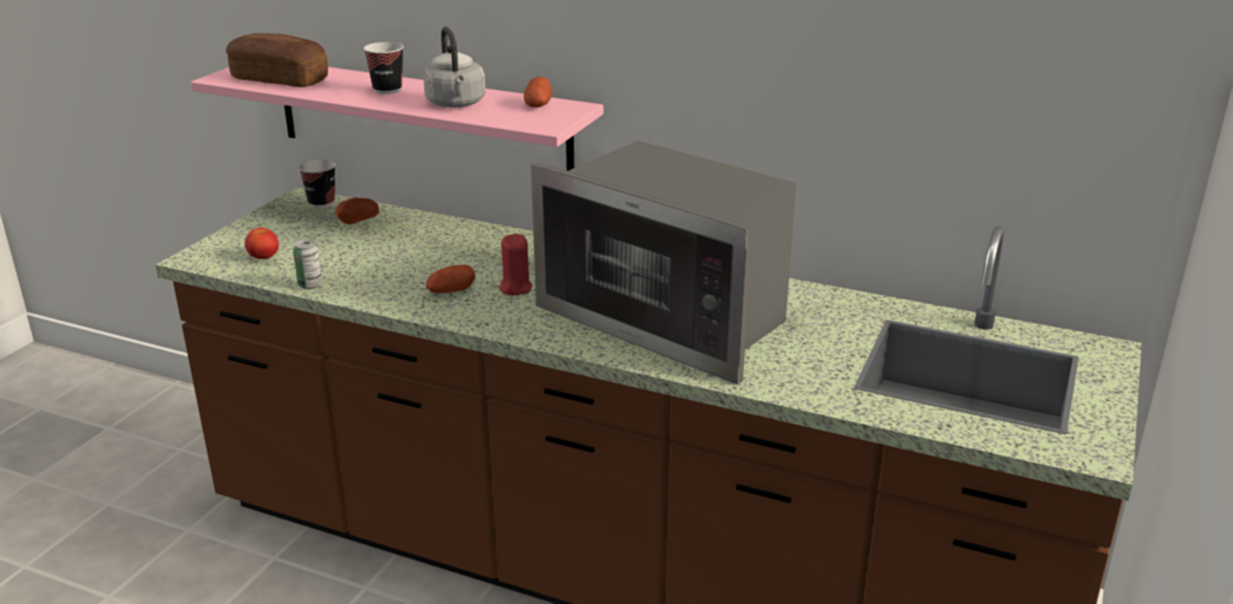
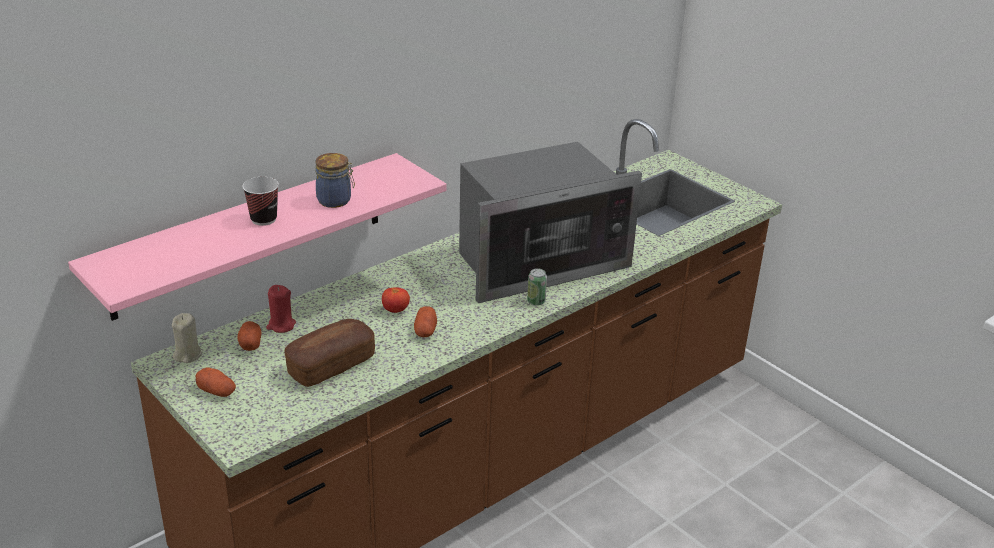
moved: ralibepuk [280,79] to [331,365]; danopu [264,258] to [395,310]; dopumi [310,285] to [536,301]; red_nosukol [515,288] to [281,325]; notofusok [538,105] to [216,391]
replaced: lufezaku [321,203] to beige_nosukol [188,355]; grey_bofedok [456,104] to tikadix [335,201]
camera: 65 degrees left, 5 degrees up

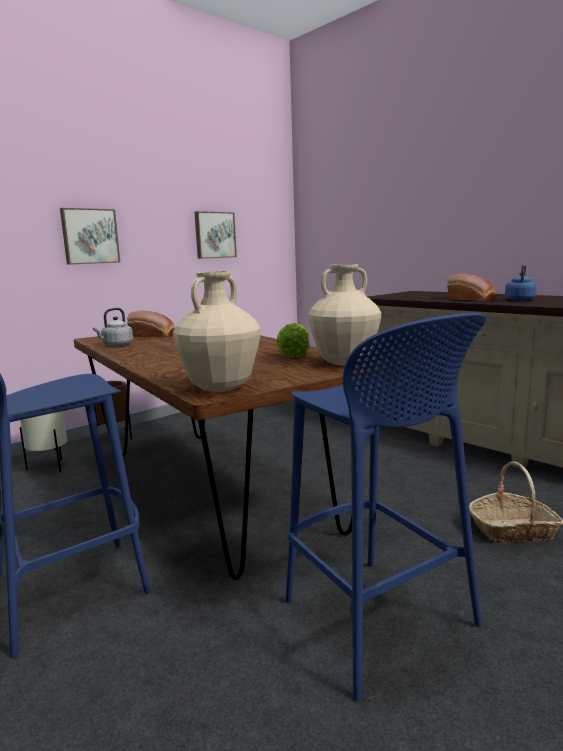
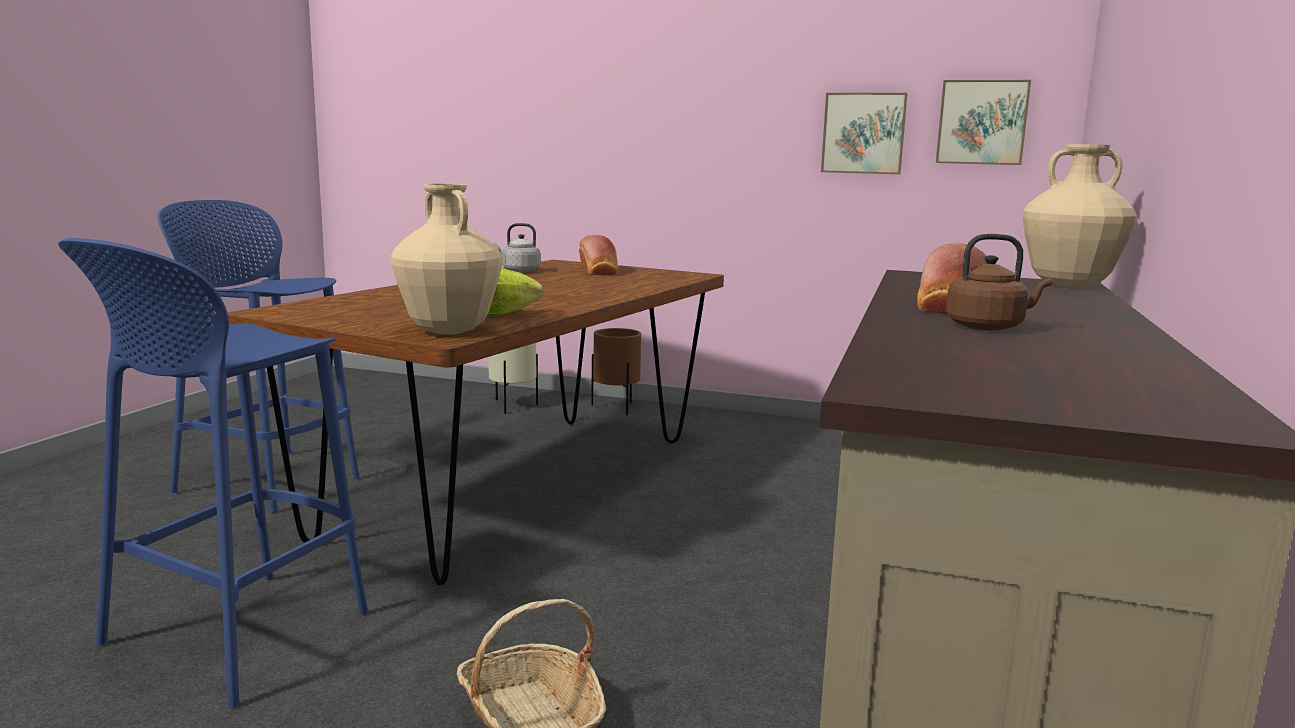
moved: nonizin [89,236] to [981,122]; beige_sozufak [220,389] to [1068,285]
recoloured: blue_bofedok [520,300] to brown_bofedok [988,327]
camera: 60 degrees right, 0 degrees up

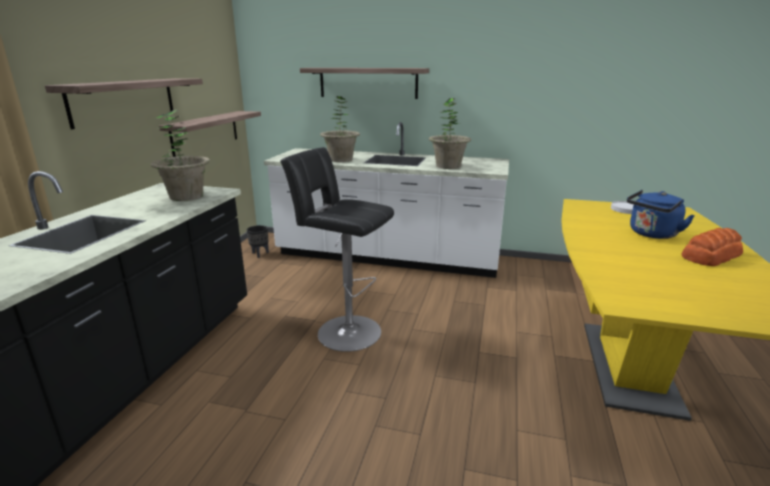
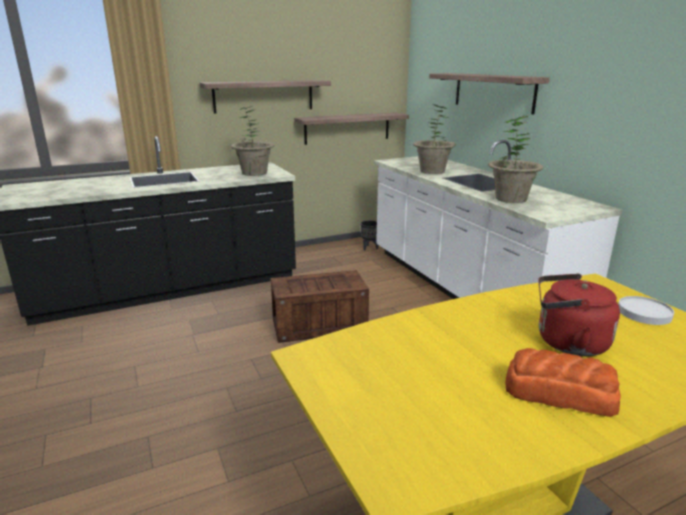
replaced: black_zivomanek [345,331] to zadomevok [320,325]
recoloured: blue_bofedok [651,234] to red_bofedok [567,343]
camera: 50 degrees right, 0 degrees up

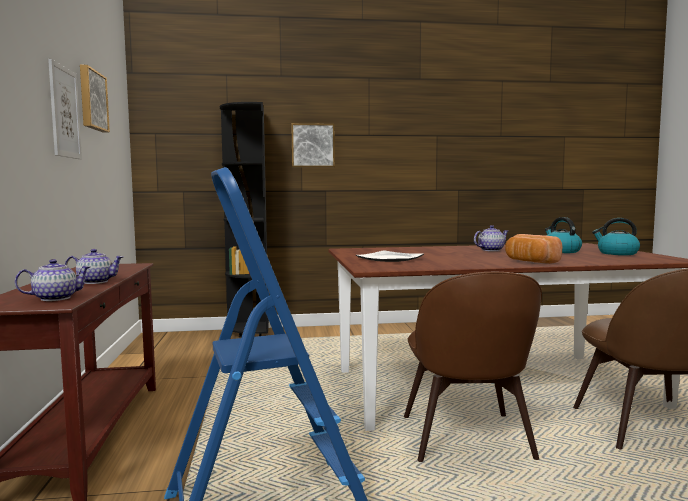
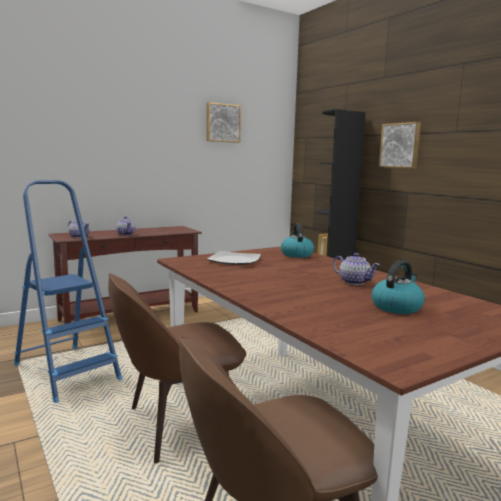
removed: nonizin [64,112]; ralibepuk [529,262]
moved: bofedok [617,253] to [296,254]
camera: 65 degrees right, 5 degrees up

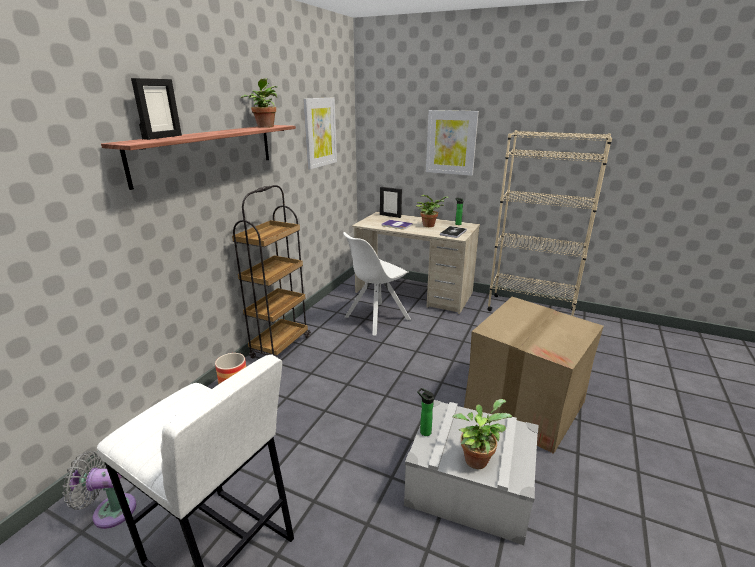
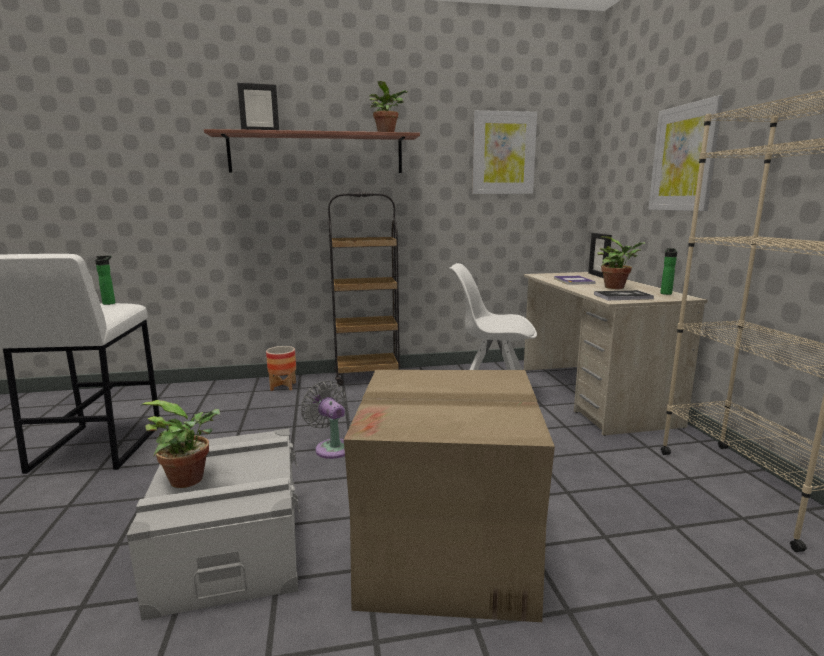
moved: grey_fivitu [110,511] to [331,447]; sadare [424,431] to [110,303]
camera: 55 degrees right, 10 degrees down

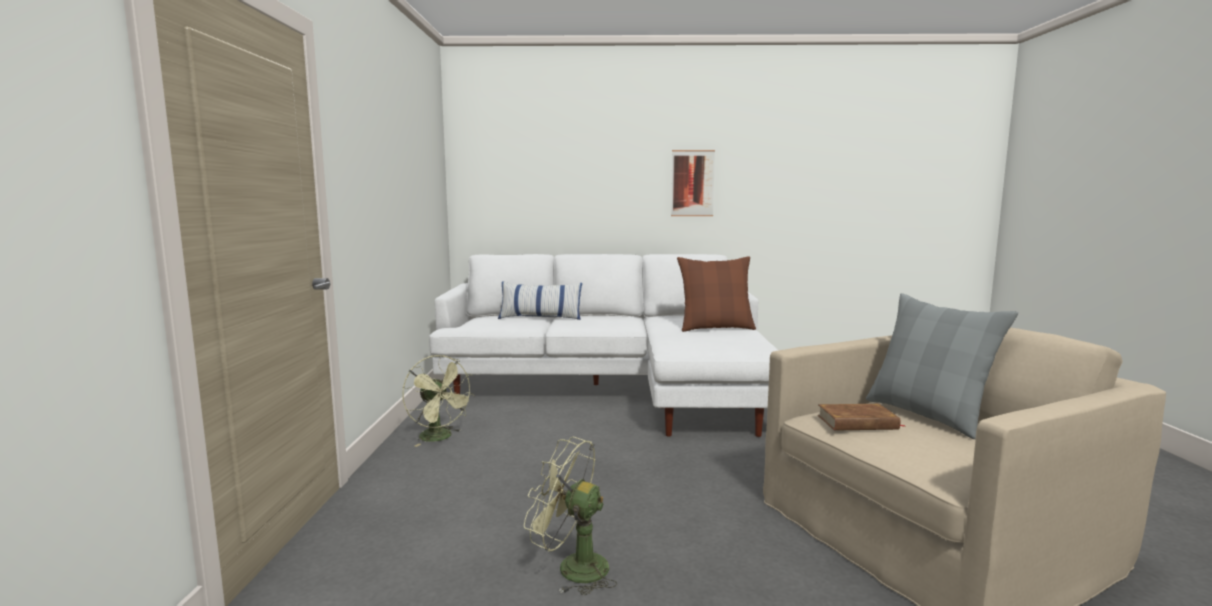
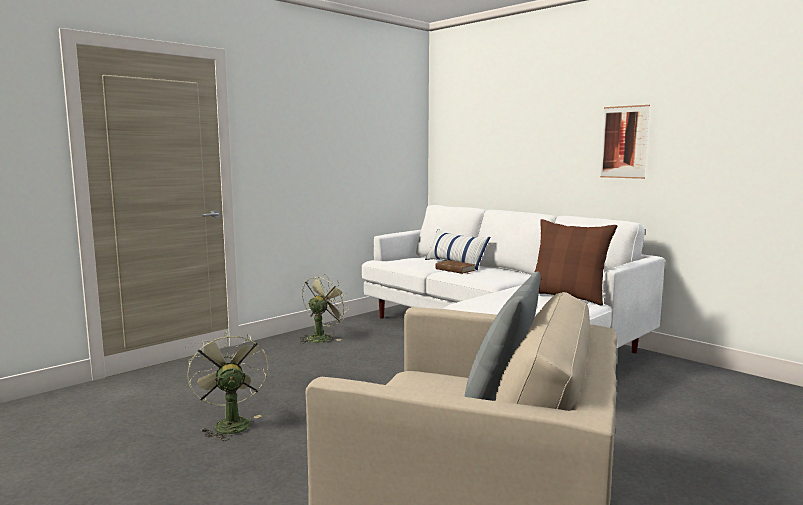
moved: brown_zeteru [857,422] to [455,270]
turned: green_fivitu [440,438] = [321,337] 150 degrees counterclockwise
camera: 45 degrees right, 0 degrees up

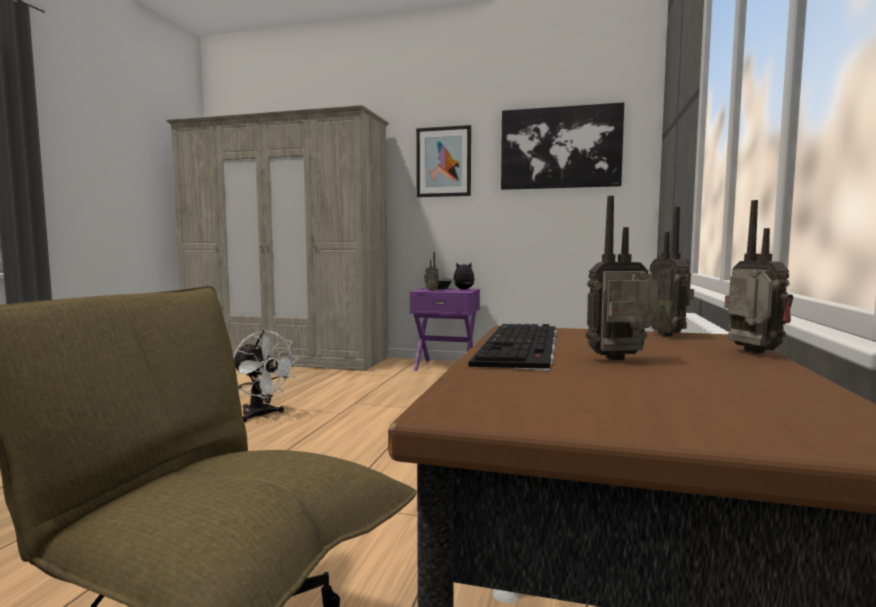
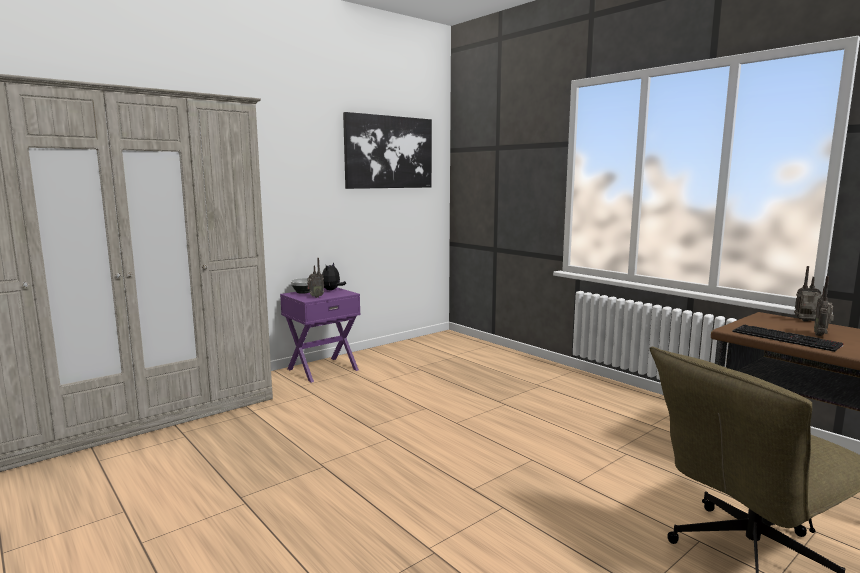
removed: white_fivitu [261,416]; nonizin [443,162]; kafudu [668,334]
camera: 55 degrees left, 5 degrees up

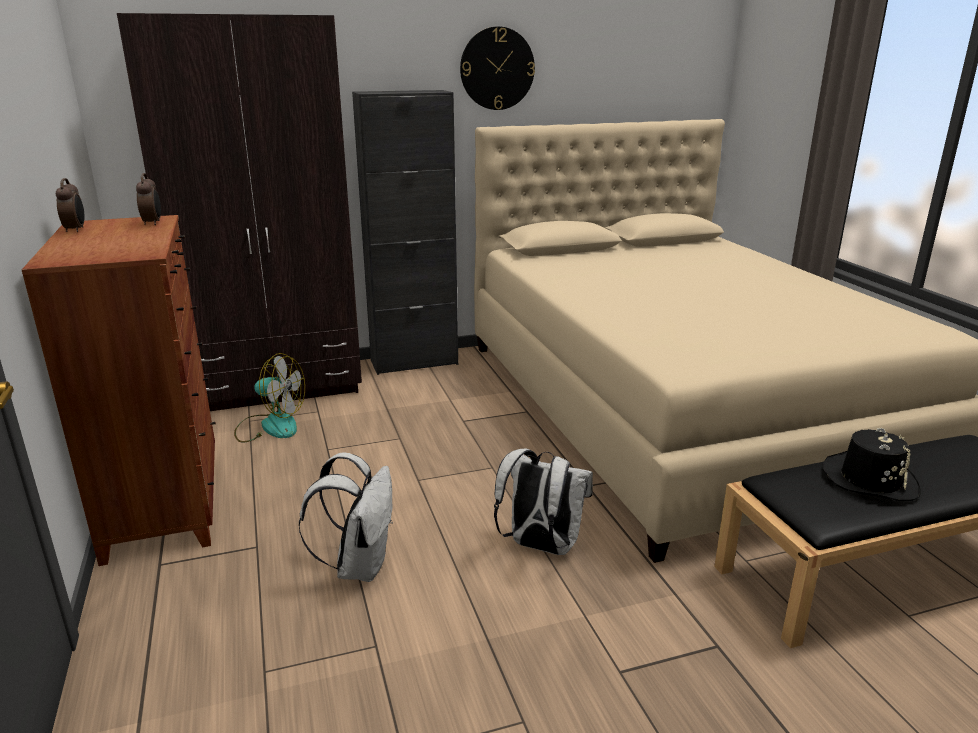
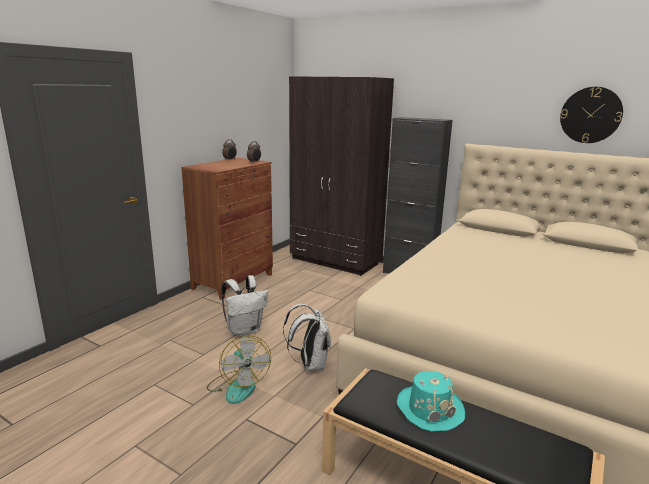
moved: fivitu [270,426] to [238,386]; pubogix [497,69] to [590,115]
recoloured: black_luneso [870,479] to turquoise_luneso [429,409]
camera: 50 degrees right, 5 degrees down

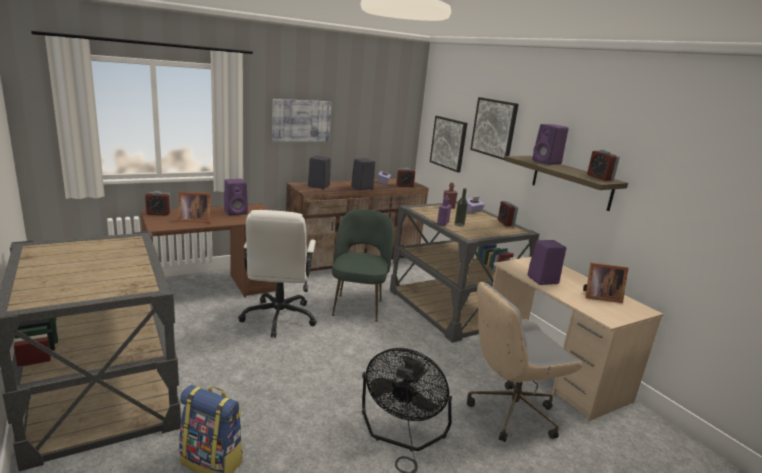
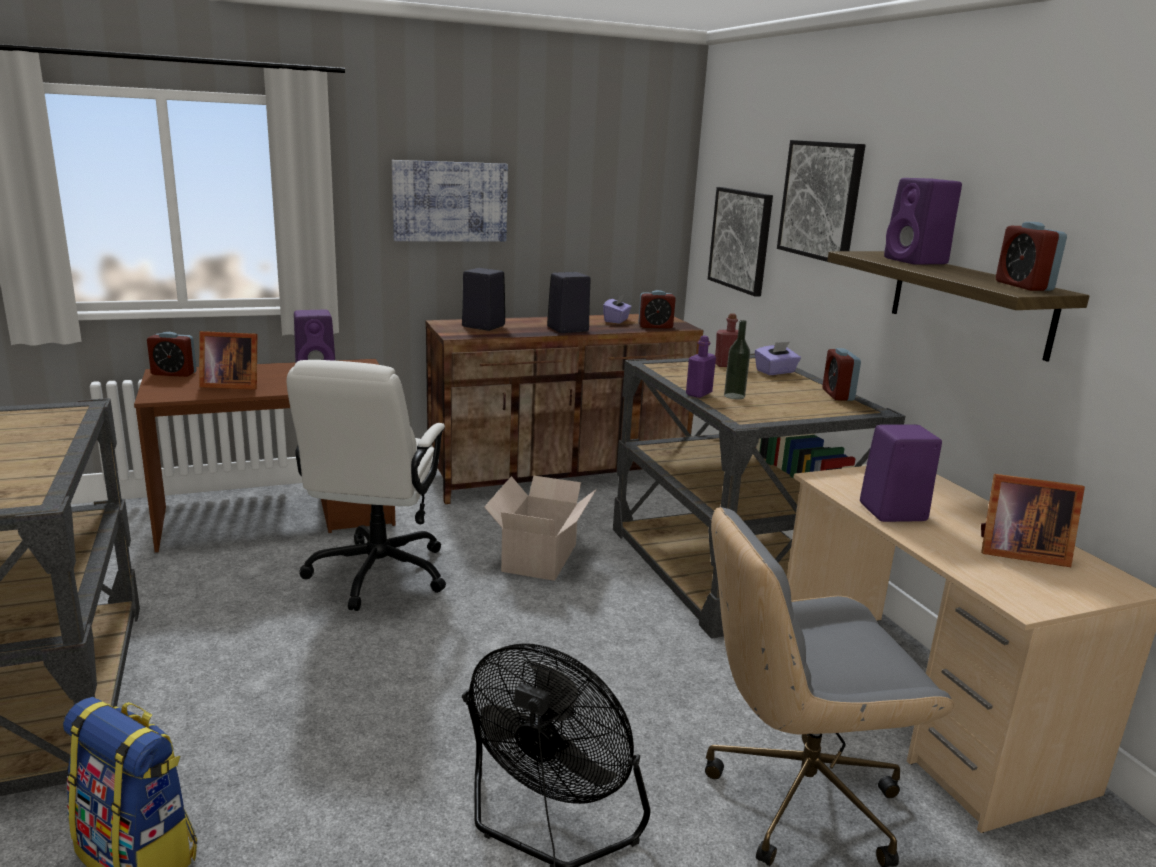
replaced: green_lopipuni [358,305] to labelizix [541,556]
camera: 10 degrees right, 0 degrees up

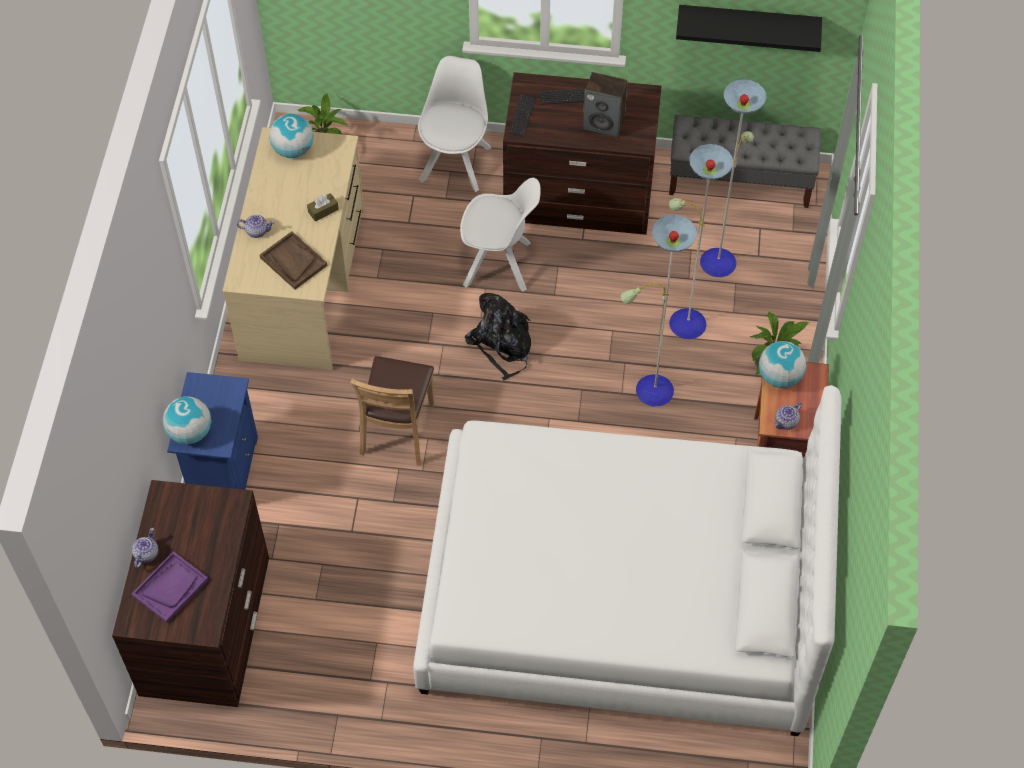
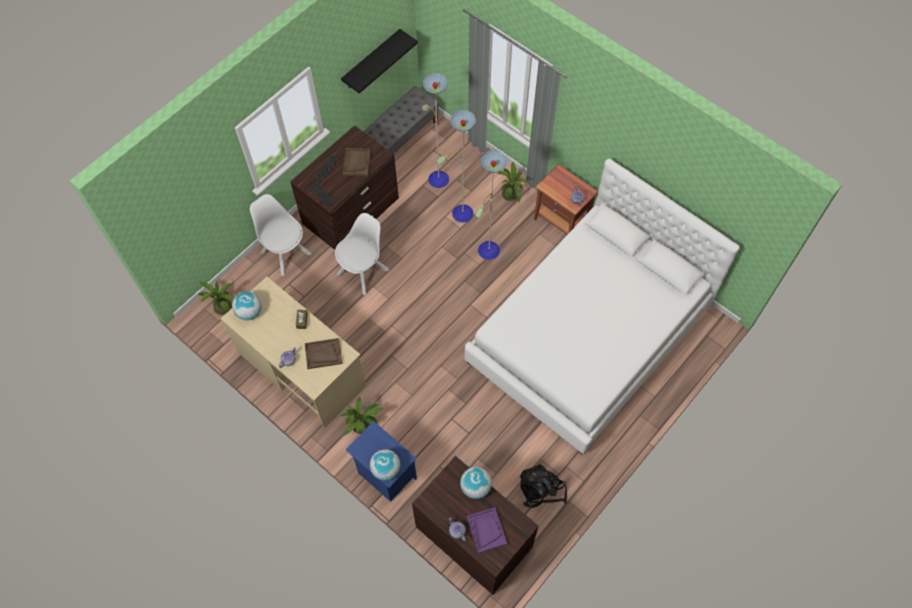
removed: brown_lopipuni [398,430]
added: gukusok [363,425]
moved: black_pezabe [502,344] to [541,488]; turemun [779,377] to [475,487]
replaced: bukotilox [604,123] to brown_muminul [357,163]
camera: 55 degrees left, 5 degrees up

